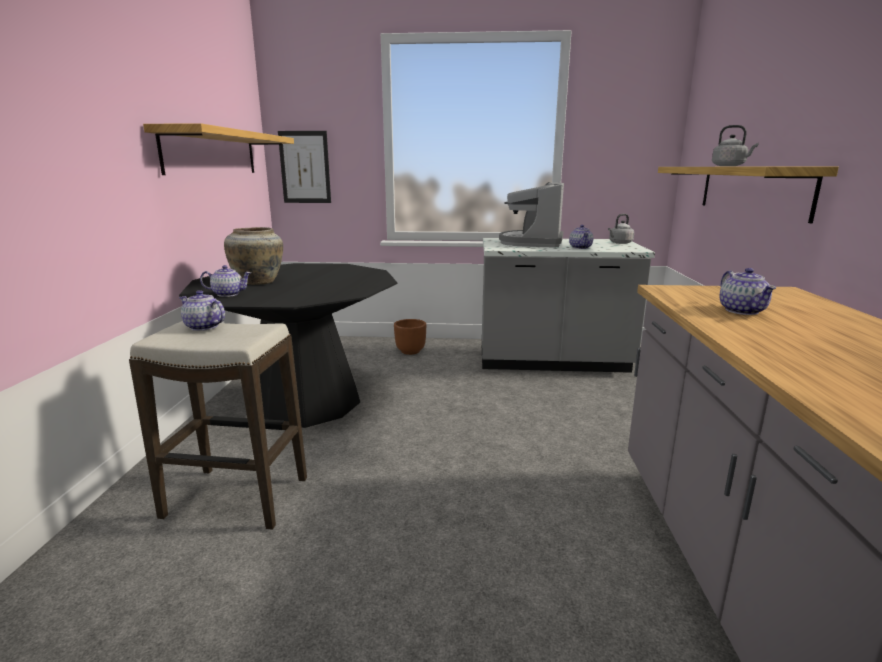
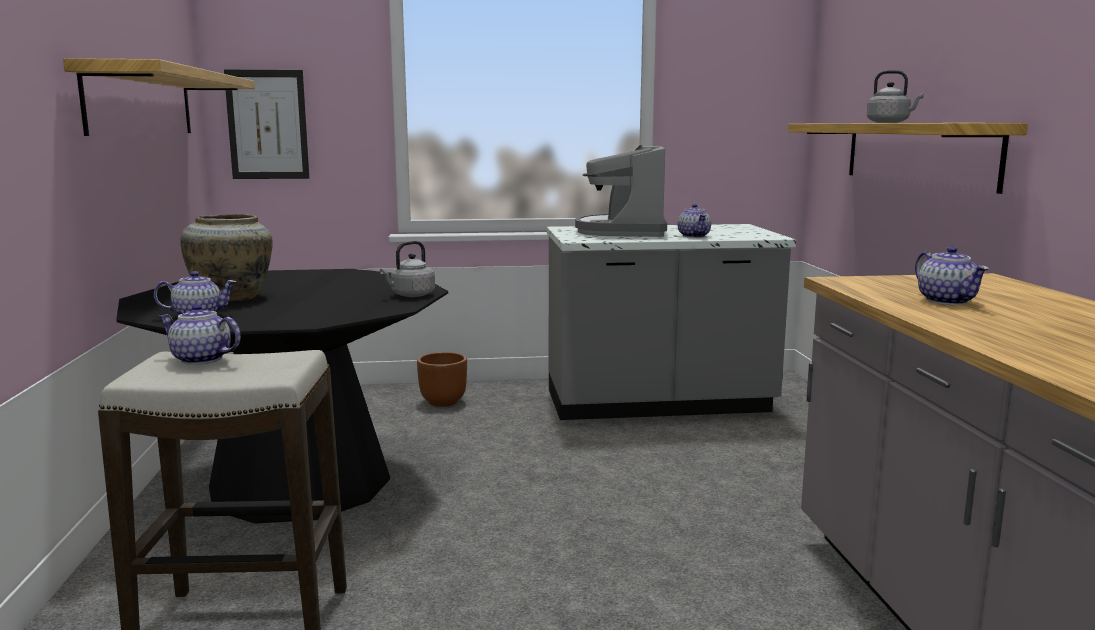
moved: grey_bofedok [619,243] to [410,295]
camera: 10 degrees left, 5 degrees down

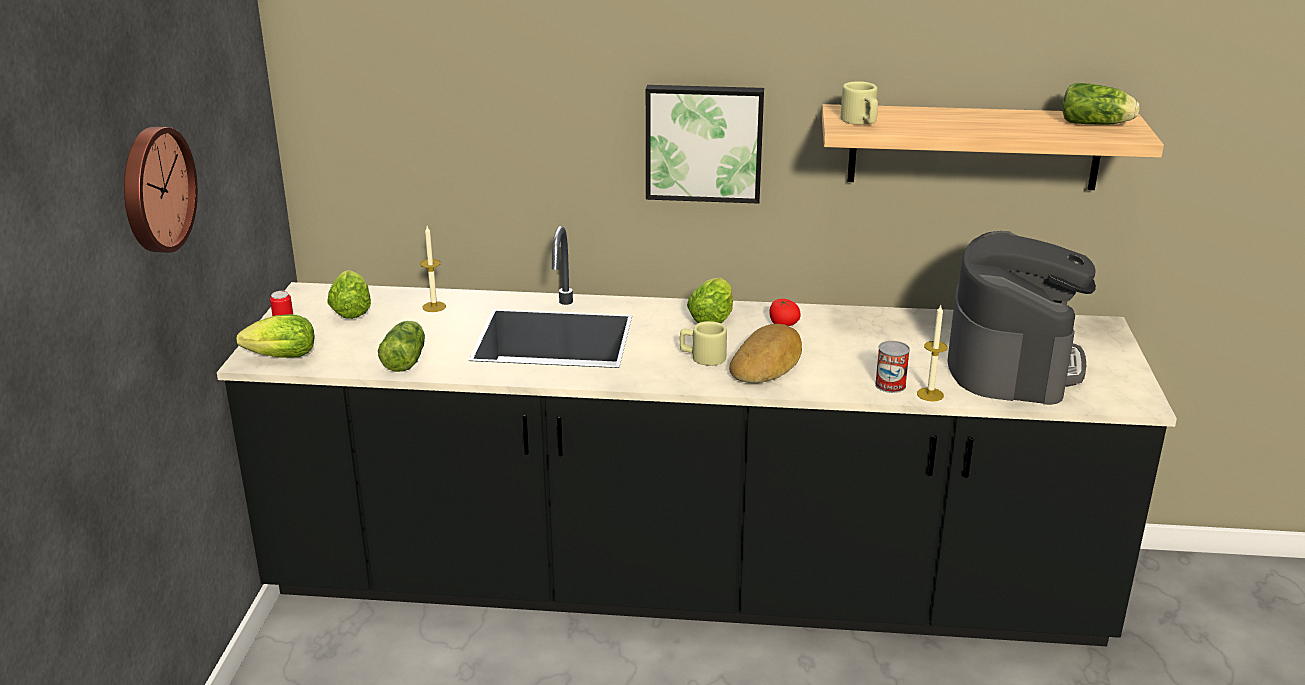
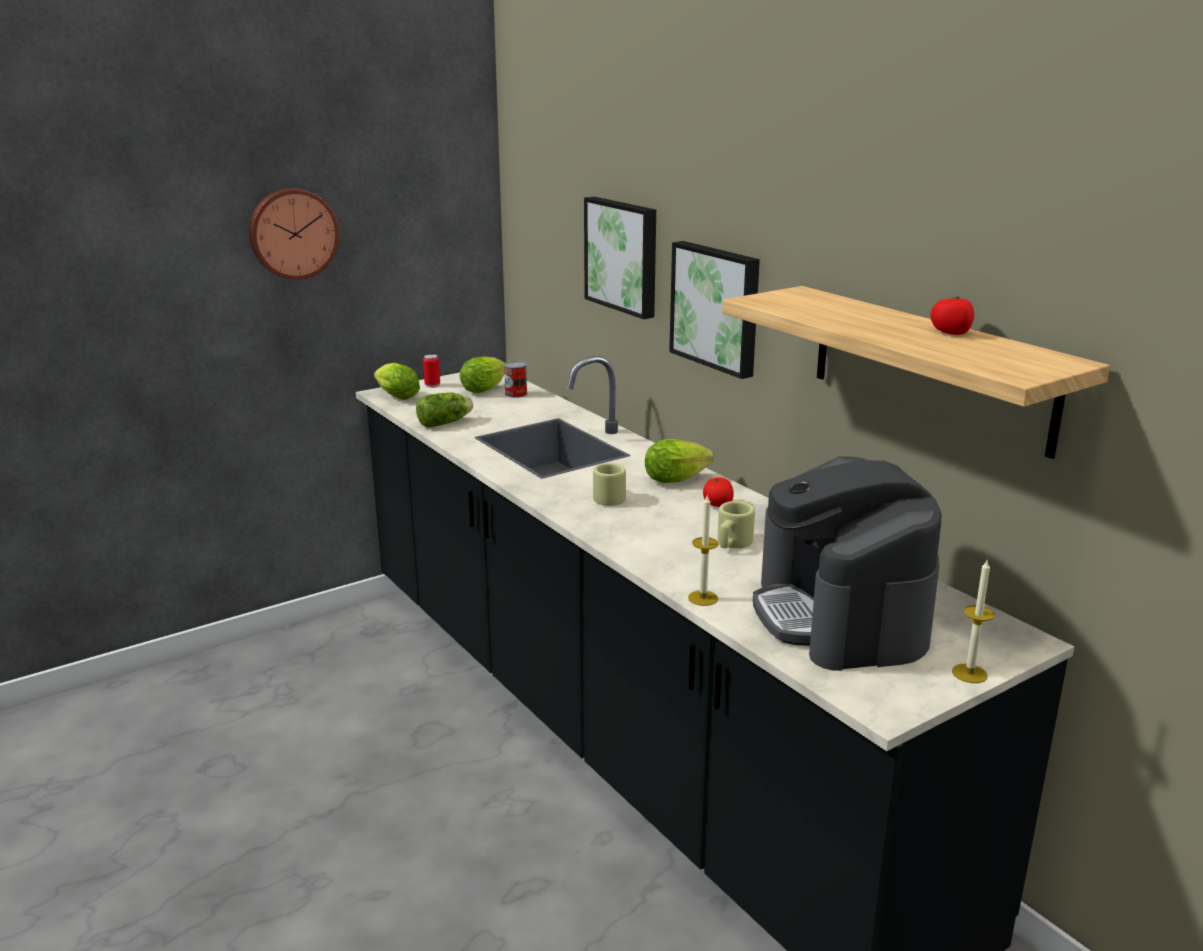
removed: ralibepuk [767,363]; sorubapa [1097,124]
added: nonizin [623,255]; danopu [951,332]
moved: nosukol [434,307] to [969,673]; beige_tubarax [861,122] to [732,544]; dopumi [890,385] to [516,394]
turned: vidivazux [1012,362] = [840,616] 105 degrees clockwise
camera: 50 degrees right, 5 degrees down

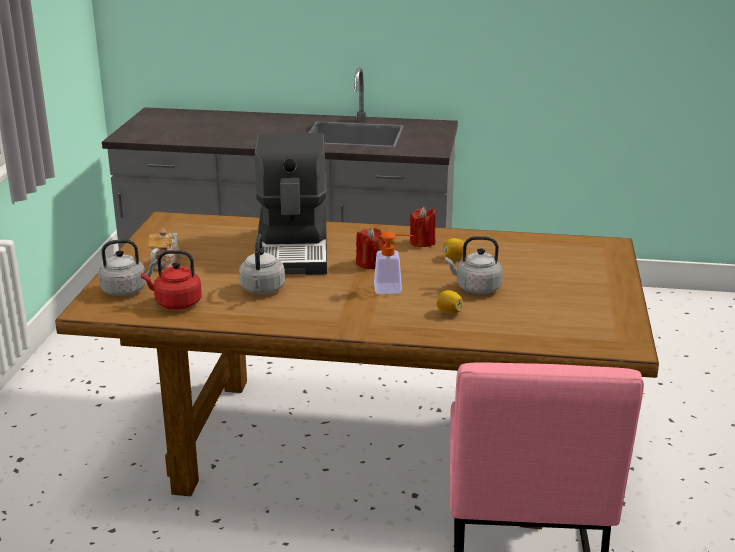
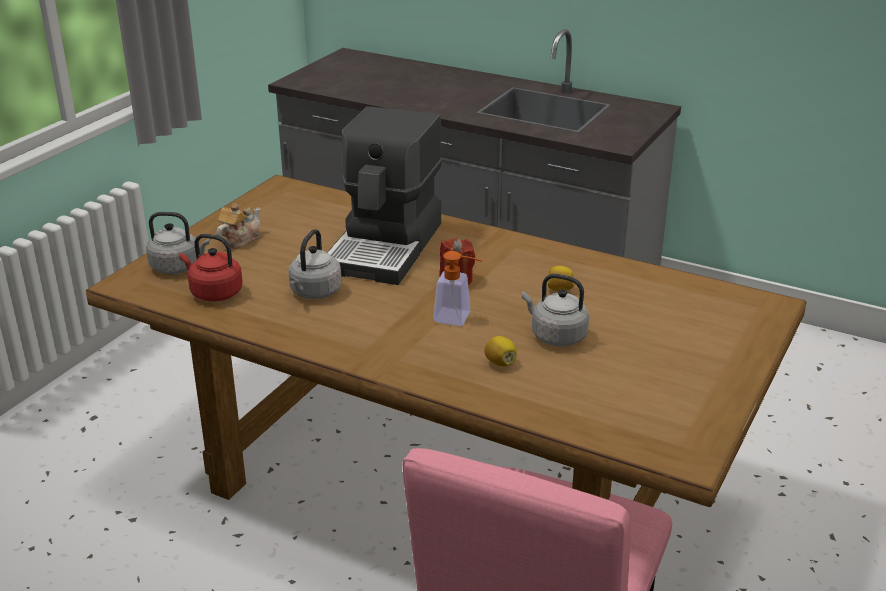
removed: red_nosukol [422,242]
camera: 20 degrees right, 5 degrees up

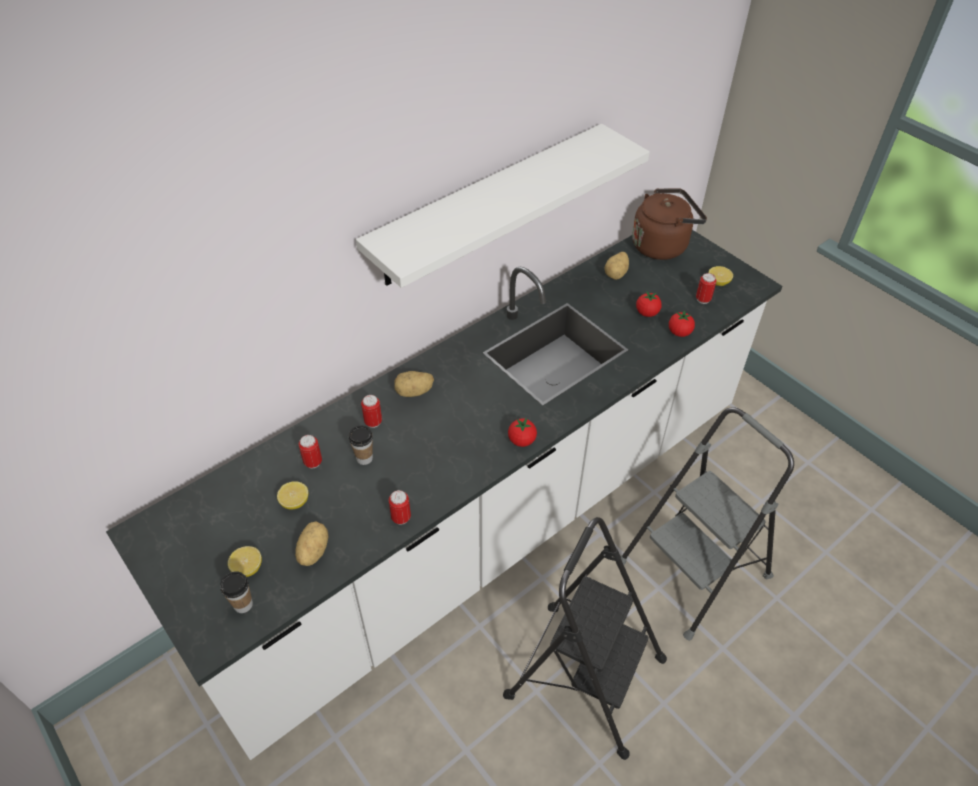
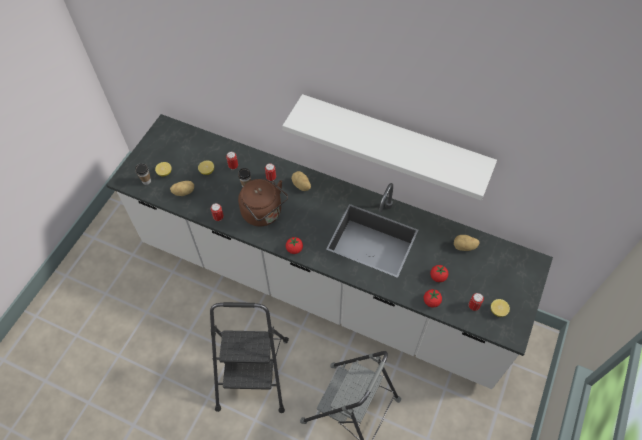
moved: brown_bofedok [662,245] to [264,213]
camera: 65 degrees right, 10 degrees up

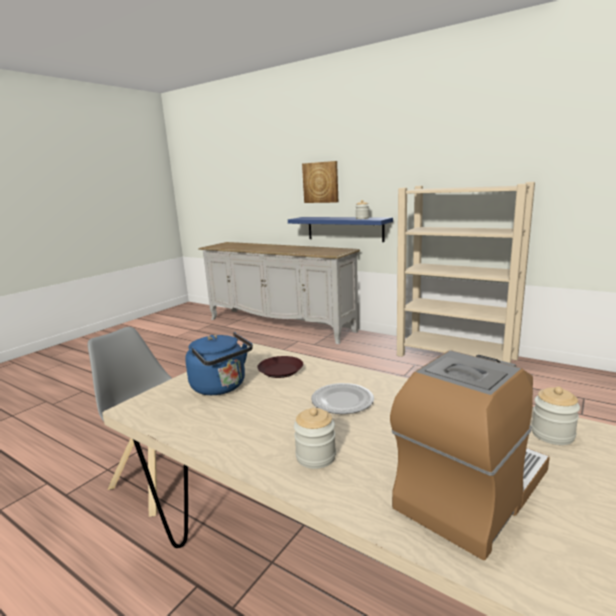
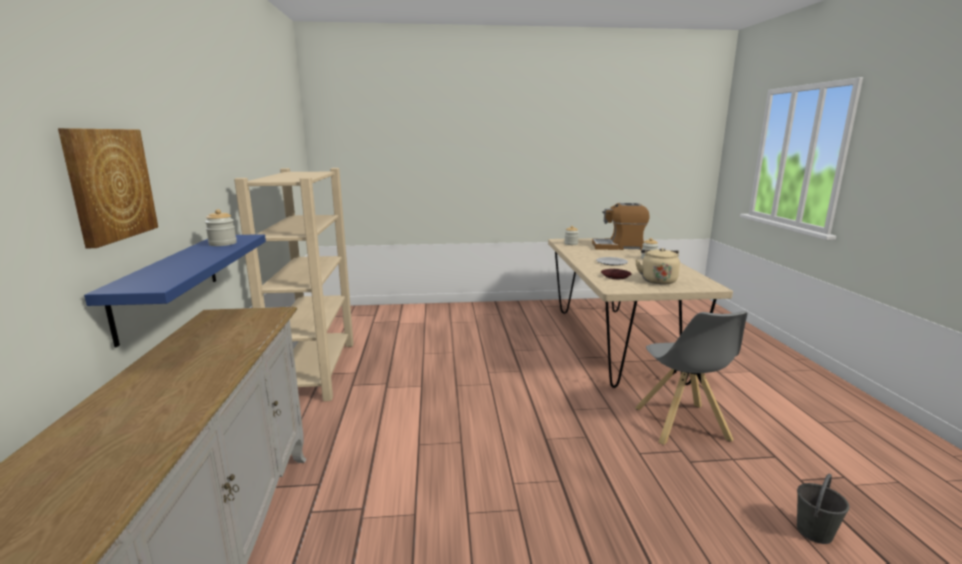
added: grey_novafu [814,532]
recoloured: blue_bofedok [221,387] to beige_bofedok [657,280]
camera: 130 degrees left, 0 degrees up

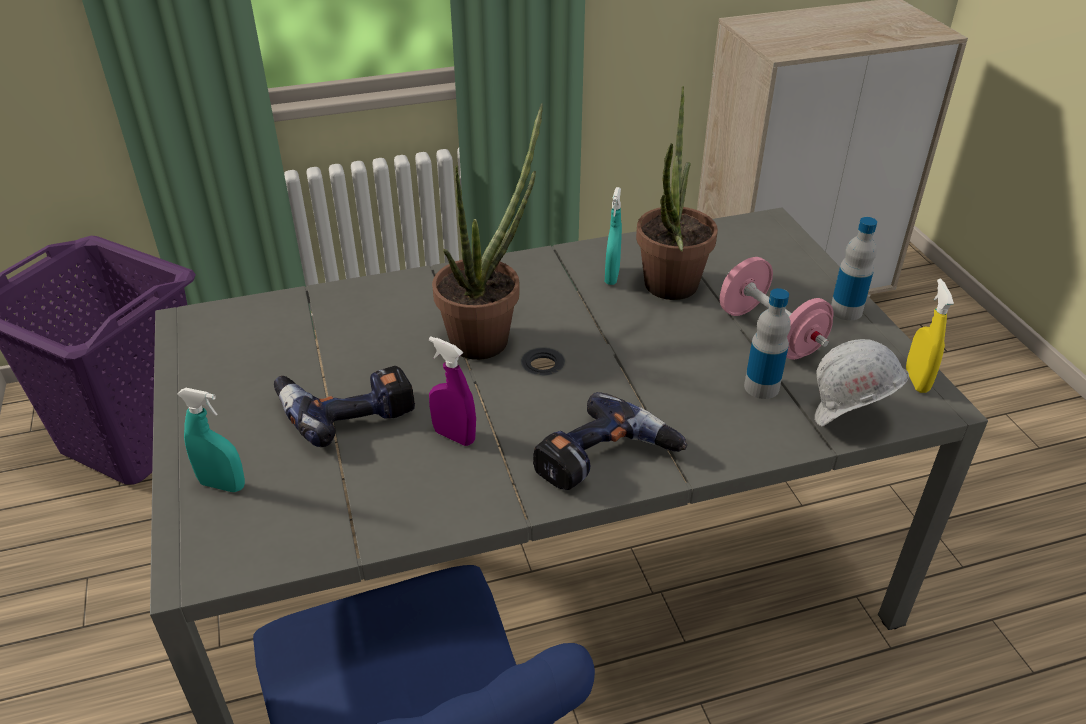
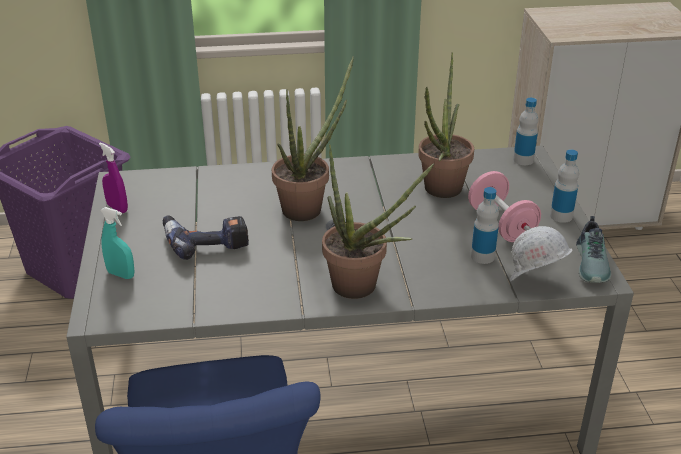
removed: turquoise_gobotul [612,276]
added: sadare [523,160]
moved: purple_gobotul [454,436] to [117,208]
replaced: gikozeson [606,462] to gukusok [363,288]; yellow_gobotul [916,380] to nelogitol [593,263]
camera: 10 degrees right, 5 degrees down

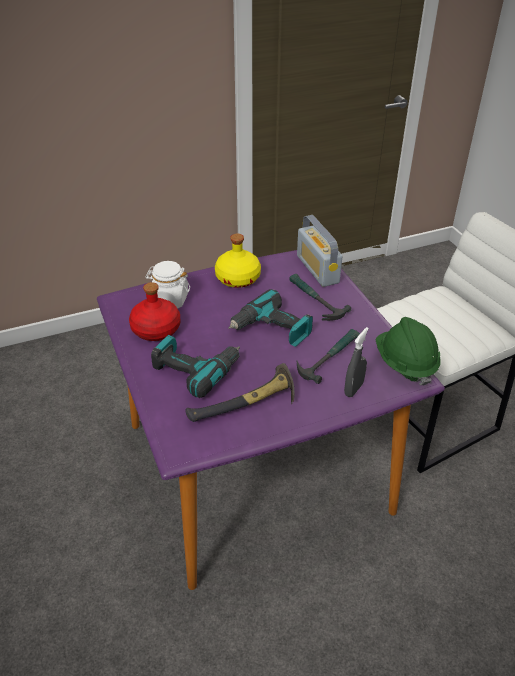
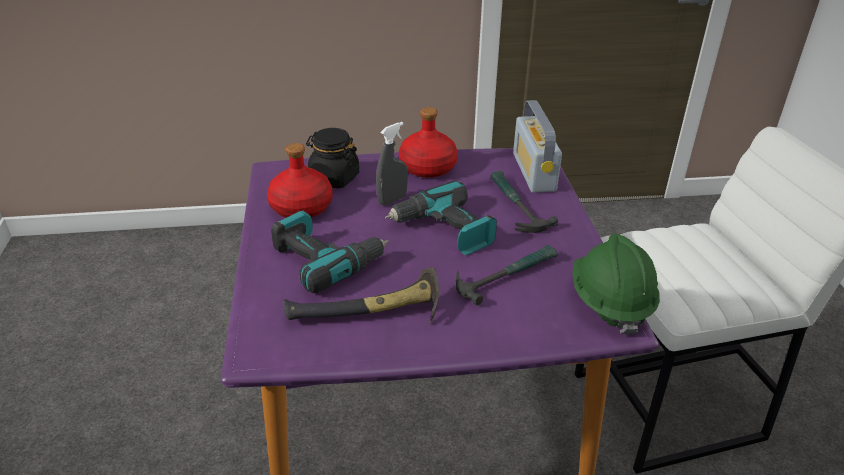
moved: grey_gobotul [353,389] to [392,200]
recoloured: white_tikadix [169,299] to black_tikadix [334,178]; yellow_sadare [238,278] to red_sadare [428,168]
camera: 15 degrees right, 5 degrees down

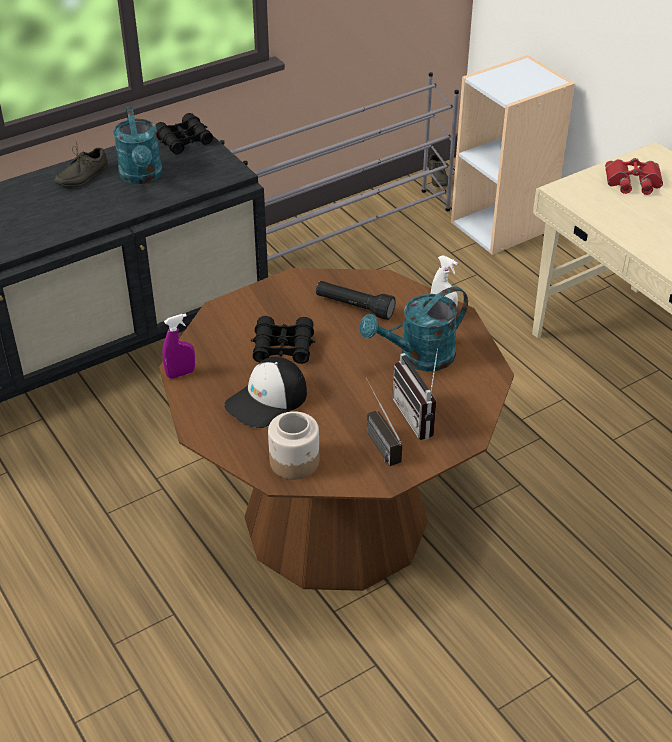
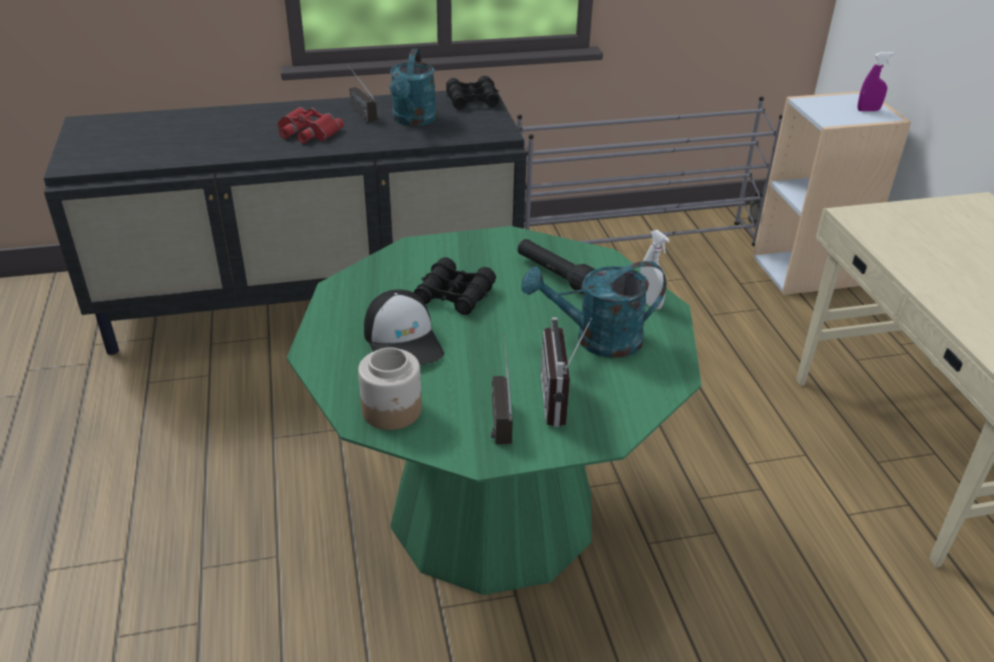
moved: purple_gobotul [180,373] to [868,110]; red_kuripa [633,182] to [307,132]
replaced: grey_nelogitol [81,176] to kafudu [358,110]
recoloured: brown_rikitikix [336,519] to green_rikitikix [492,510]
turned: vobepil [267,400] = [404,341] 90 degrees counterclockwise
camera: 20 degrees right, 5 degrees down

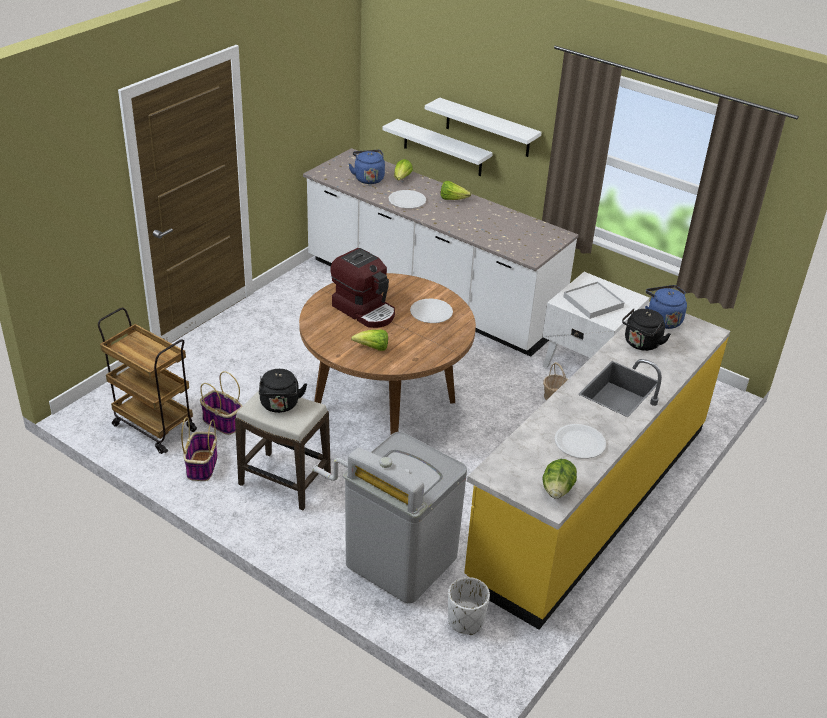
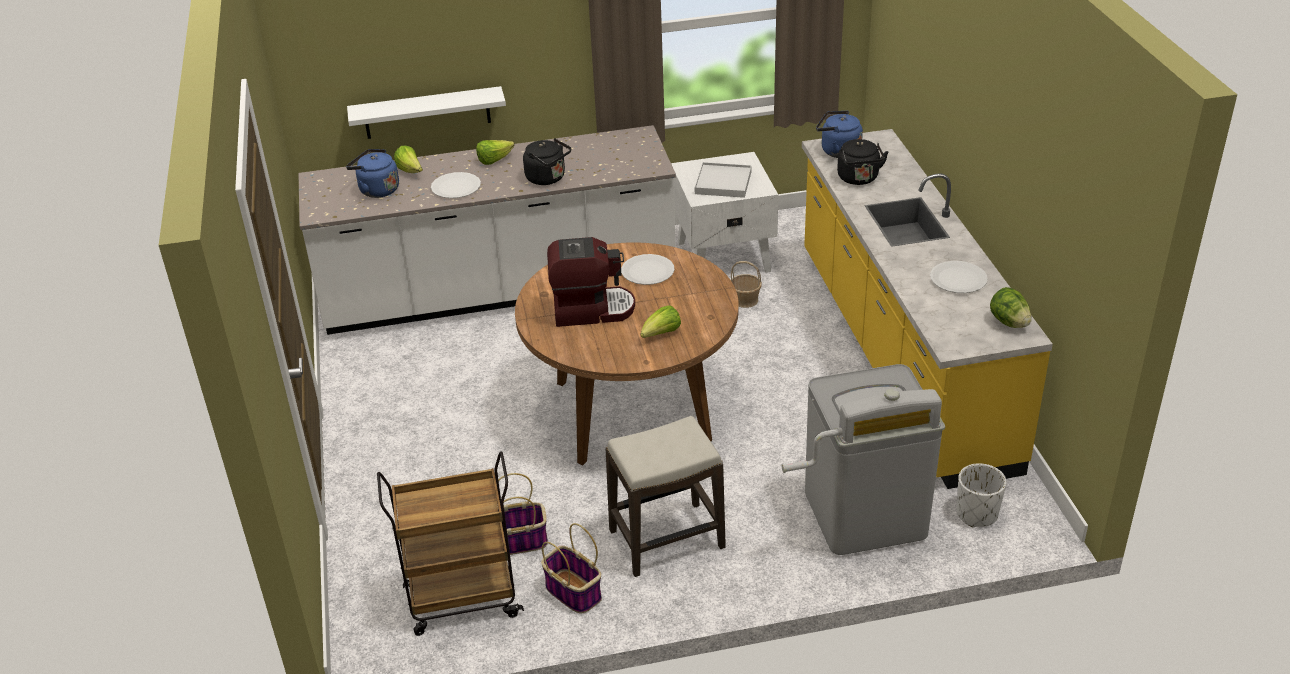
removed: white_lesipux [487,128]
moved: black_bofedok [280,405] to [548,178]
camera: 45 degrees left, 0 degrees up

